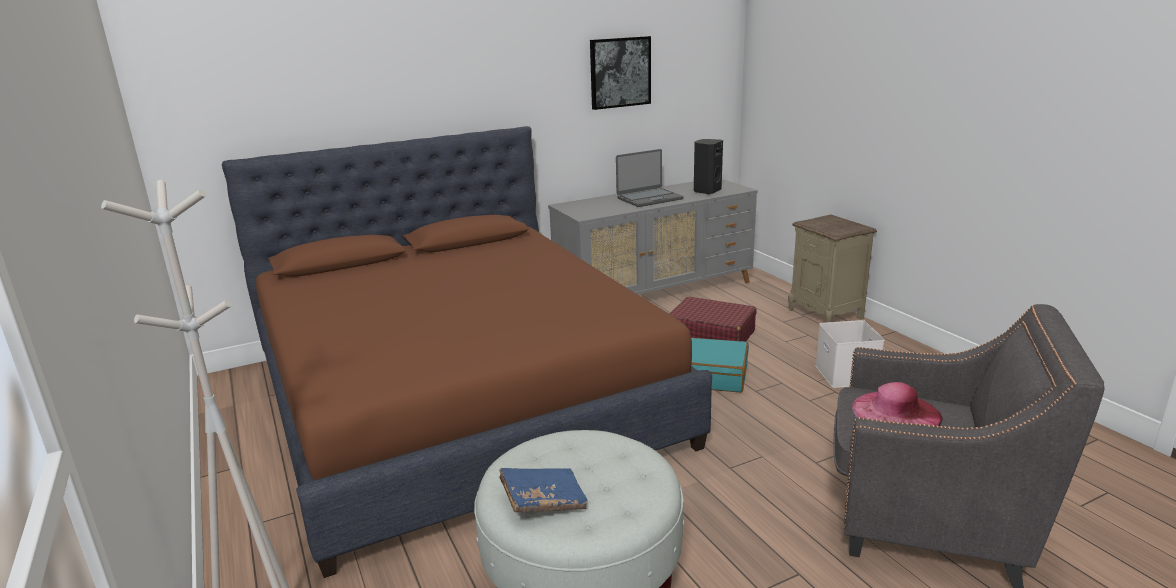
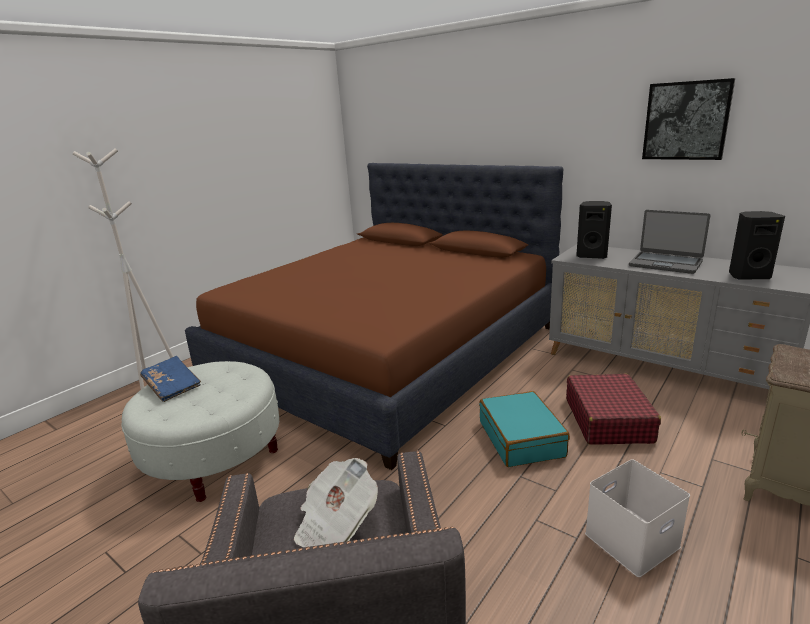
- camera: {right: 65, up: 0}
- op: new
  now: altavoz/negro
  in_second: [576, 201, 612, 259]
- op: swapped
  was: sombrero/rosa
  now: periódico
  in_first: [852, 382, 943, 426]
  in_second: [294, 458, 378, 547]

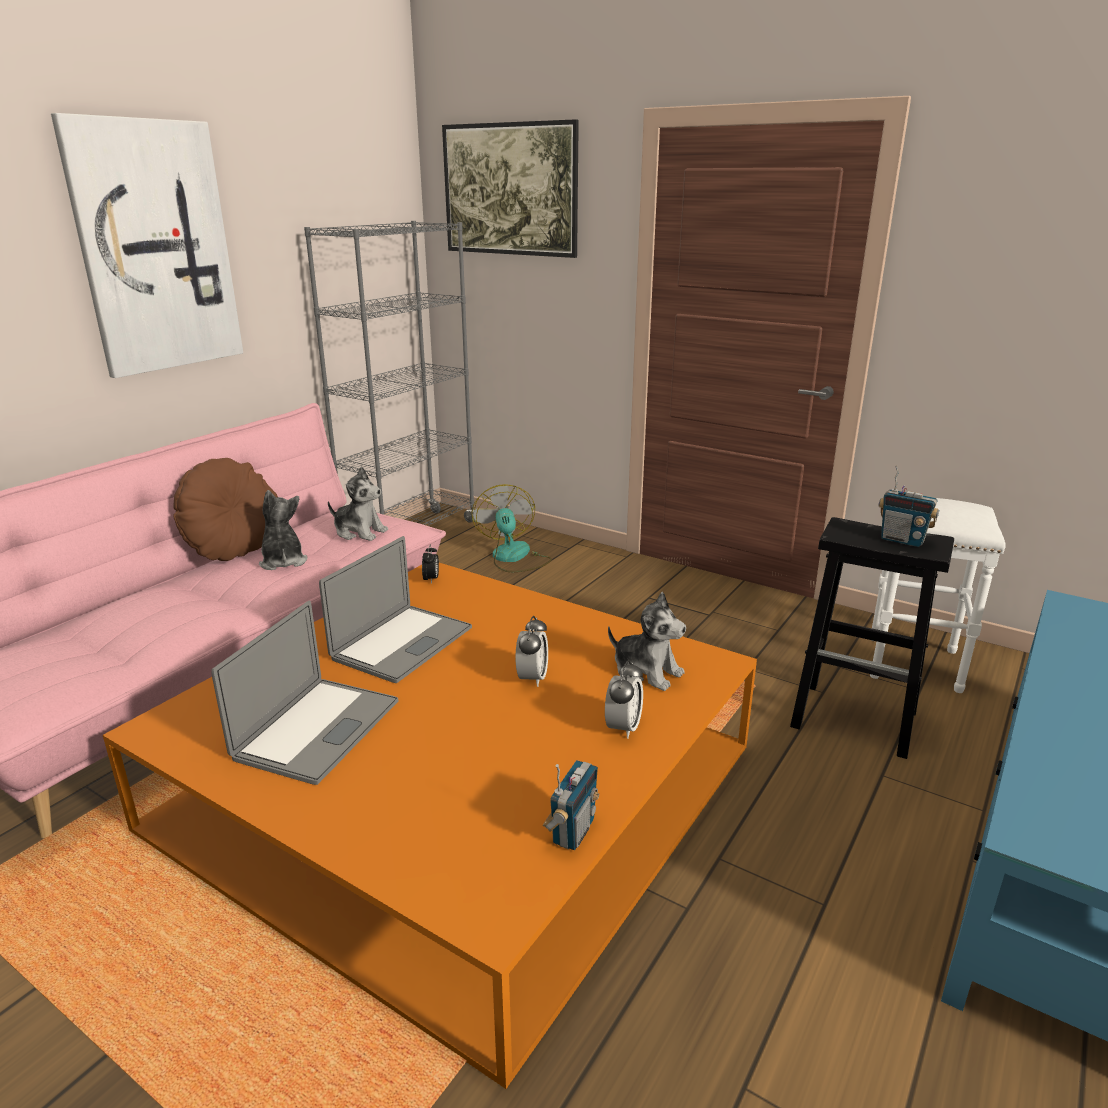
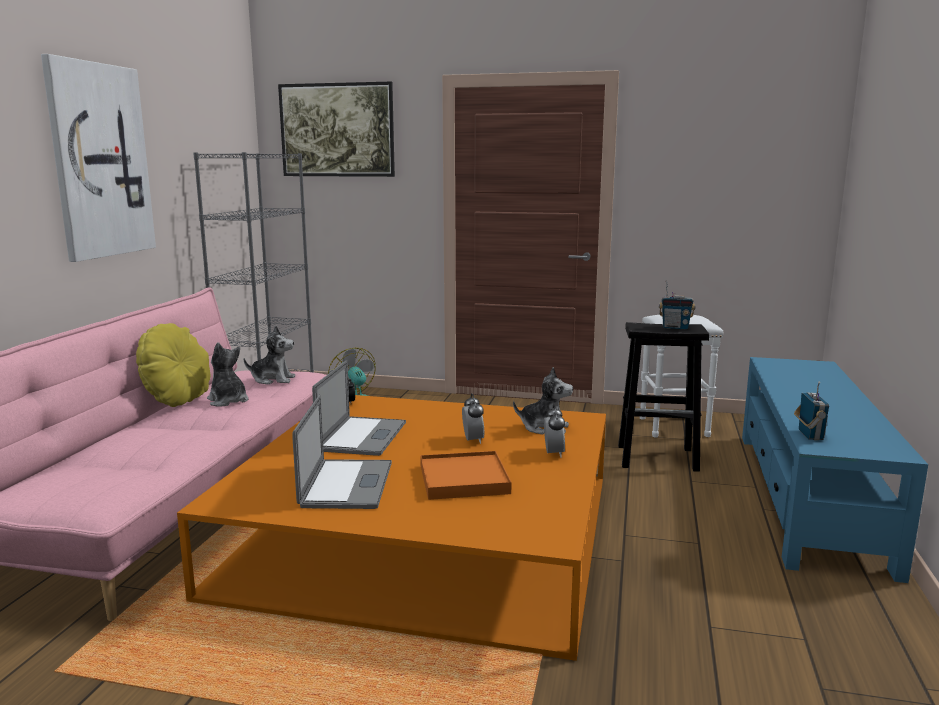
- camera: {right: -20, up: -10}
- op: new
  now: bandeja/naranja
  in_second: [420, 451, 511, 500]
- op: shifted
  was: radio
  in_first: [543, 760, 599, 850]
  in_second: [794, 382, 829, 440]
- op: repainted
  was: cojín/marrón
  now: cojín/amarillo
  in_first: [173, 458, 278, 561]
  in_second: [136, 323, 210, 407]

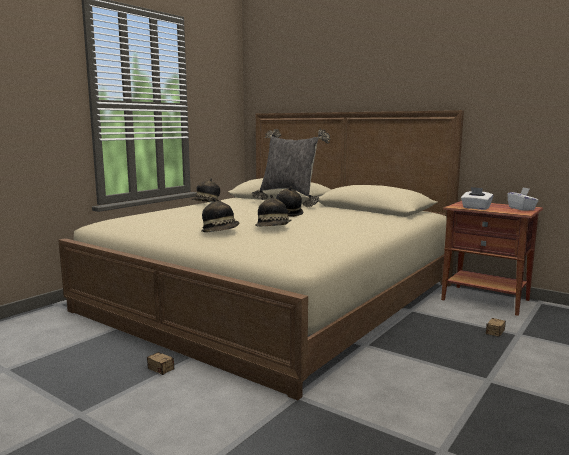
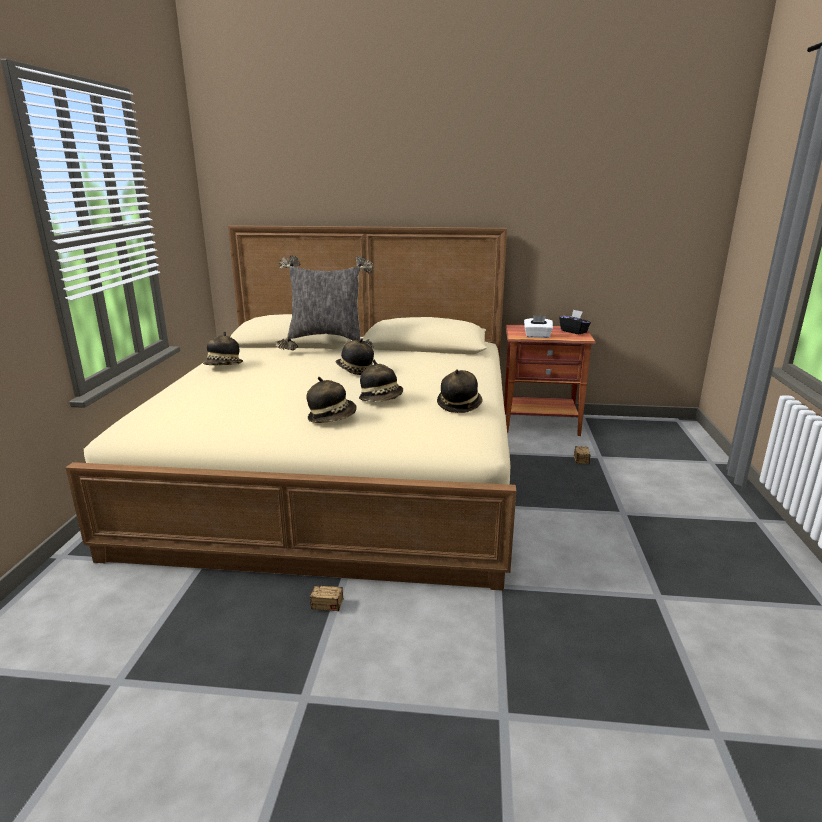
- camera: {right: -30, up: 10}
- op: new
  now: sombrero
  in_second: [437, 369, 483, 413]
- op: repainted
  was: caja de pañuelos/blanco
  now: caja de pañuelos/negro
  in_first: [507, 187, 539, 211]
  in_second: [559, 310, 591, 334]

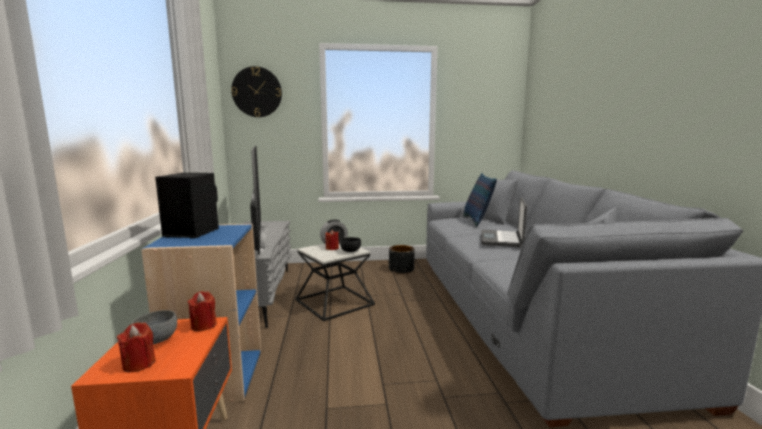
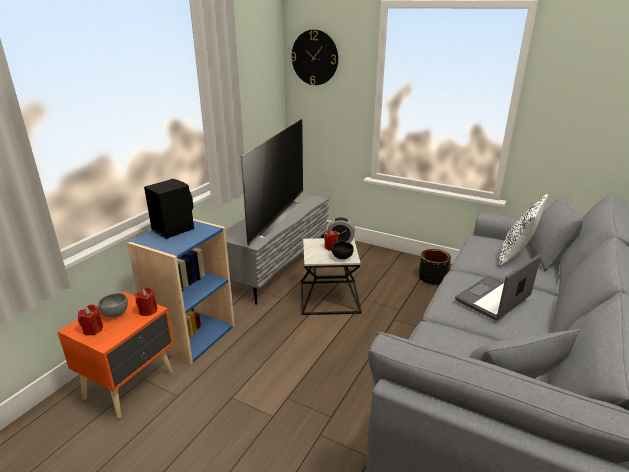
- camera: {right: 35, up: 15}
- op: repainted
  was: cojín/azul
  now: cojín/blanco
  in_first: [464, 173, 497, 226]
  in_second: [498, 194, 548, 266]

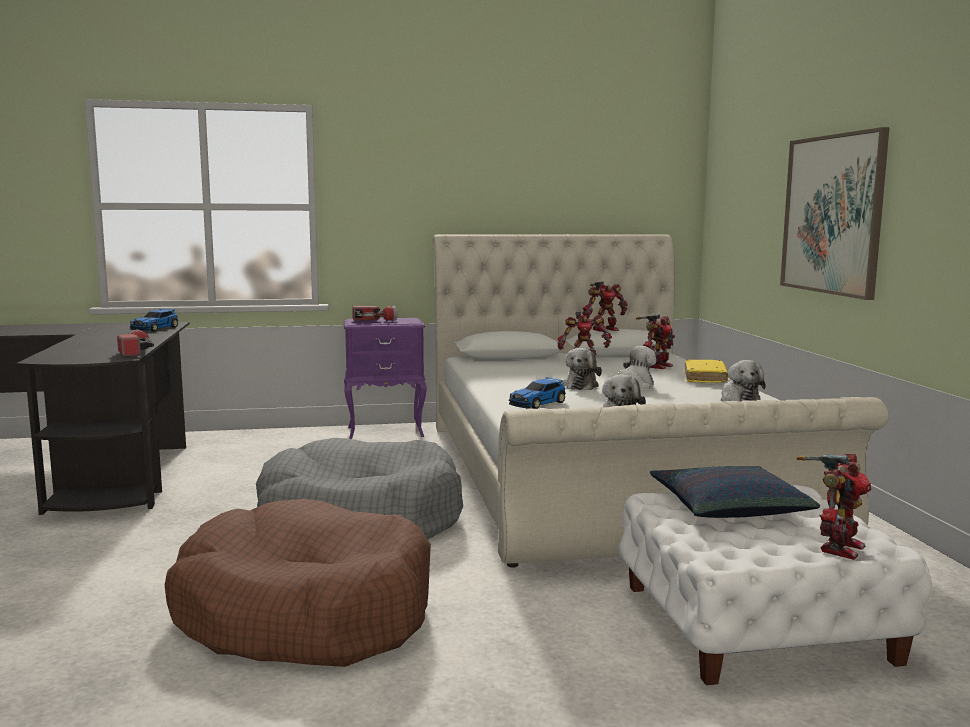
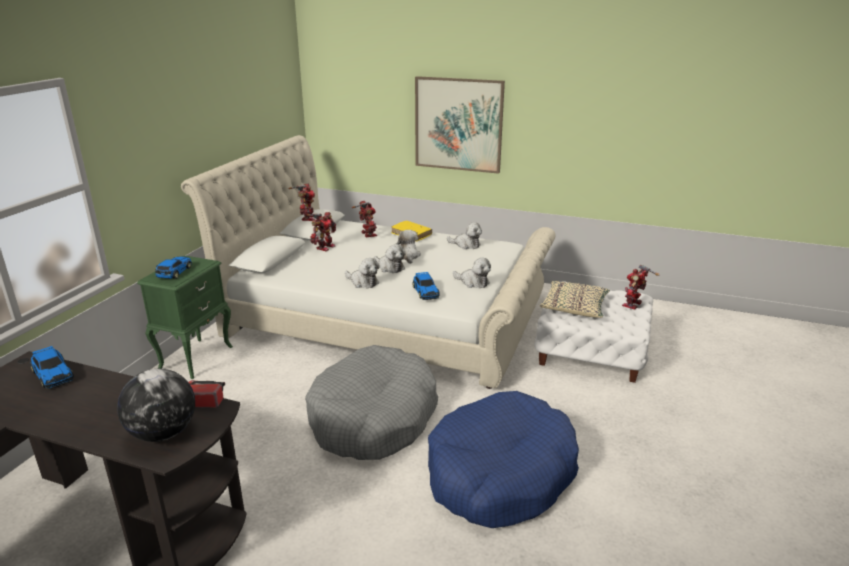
- camera: {right: -60, up: 15}
- op: new
  now: globo terráqueo
  in_second: [117, 369, 195, 442]
- op: new
  now: peluche
  in_second: [345, 258, 379, 289]
- op: swapped
  was: linterna
  now: coche de juguete
  in_first: [352, 306, 398, 321]
  in_second: [155, 256, 192, 279]
- op: repainted
  was: cama para perro/marrón
  now: cama para perro/azul
  in_first: [165, 499, 431, 667]
  in_second: [428, 391, 579, 528]
- op: repainted
  was: mesita de noche/morado
  now: mesita de noche/verde
  in_first: [344, 318, 427, 439]
  in_second: [137, 256, 233, 379]
- op: repainted
  was: cojín/azul
  now: cojín/beis
  in_first: [650, 466, 820, 518]
  in_second: [540, 281, 610, 318]
- op: rotated
  was: robot de juguete
  in_first: [797, 454, 871, 560]
  in_second: [622, 265, 660, 310]
  clockwise: -120

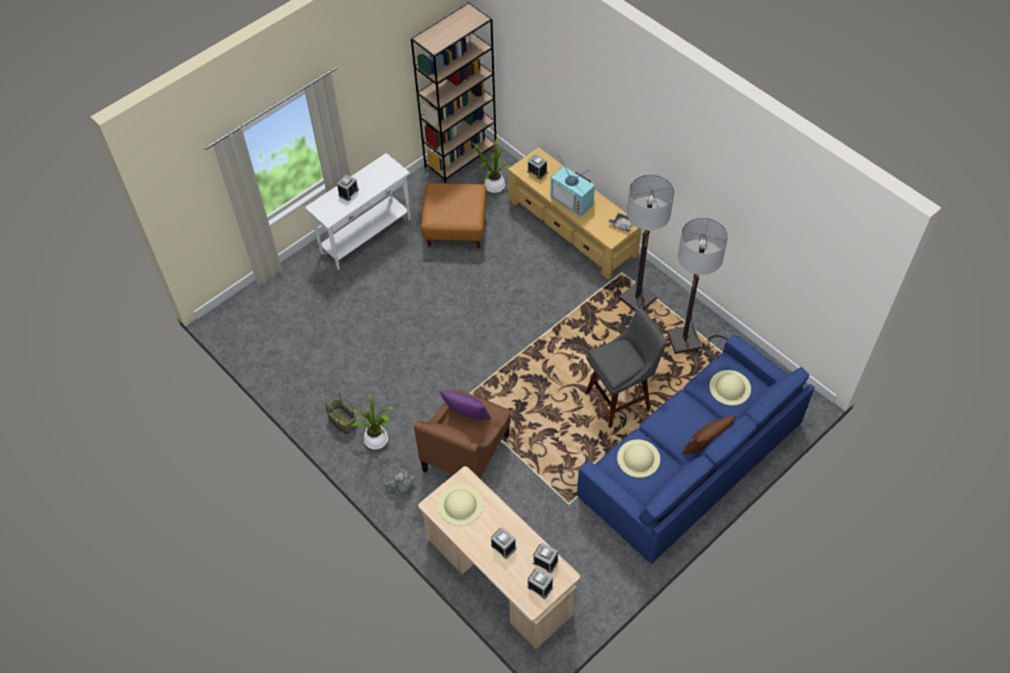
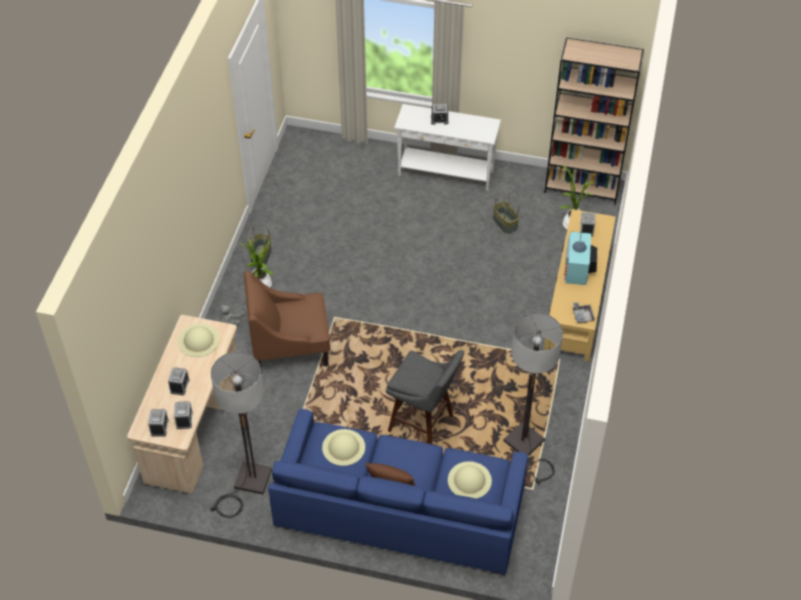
- camera: {right: 55, up: -5}
- op: gone
  was: cojín/morado
  in_first: [439, 390, 491, 420]
- op: shifted
  was: lámpara de pie
  in_first: [619, 175, 674, 331]
  in_second: [210, 352, 272, 518]
- op: swapped
  was: puf/marrón
  now: cesta
  in_first: [421, 183, 487, 248]
  in_second: [493, 192, 520, 234]

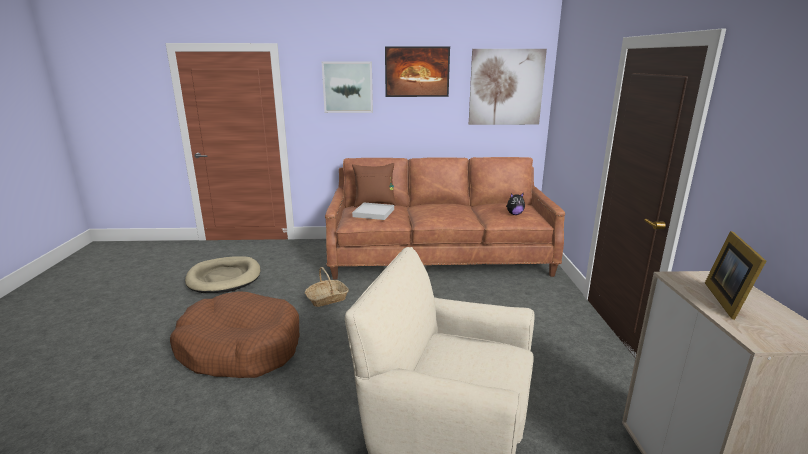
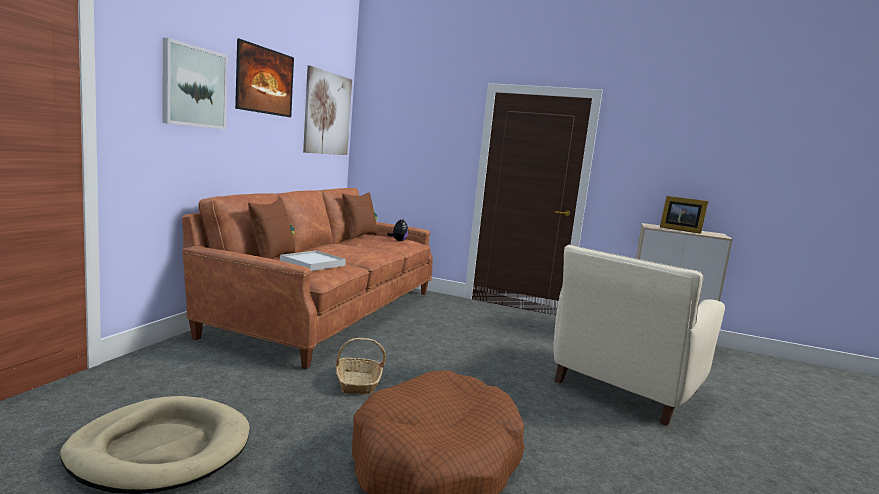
- camera: {right: -70, up: -10}
- op: new
  now: cojín/marrón
  in_second: [342, 192, 378, 240]

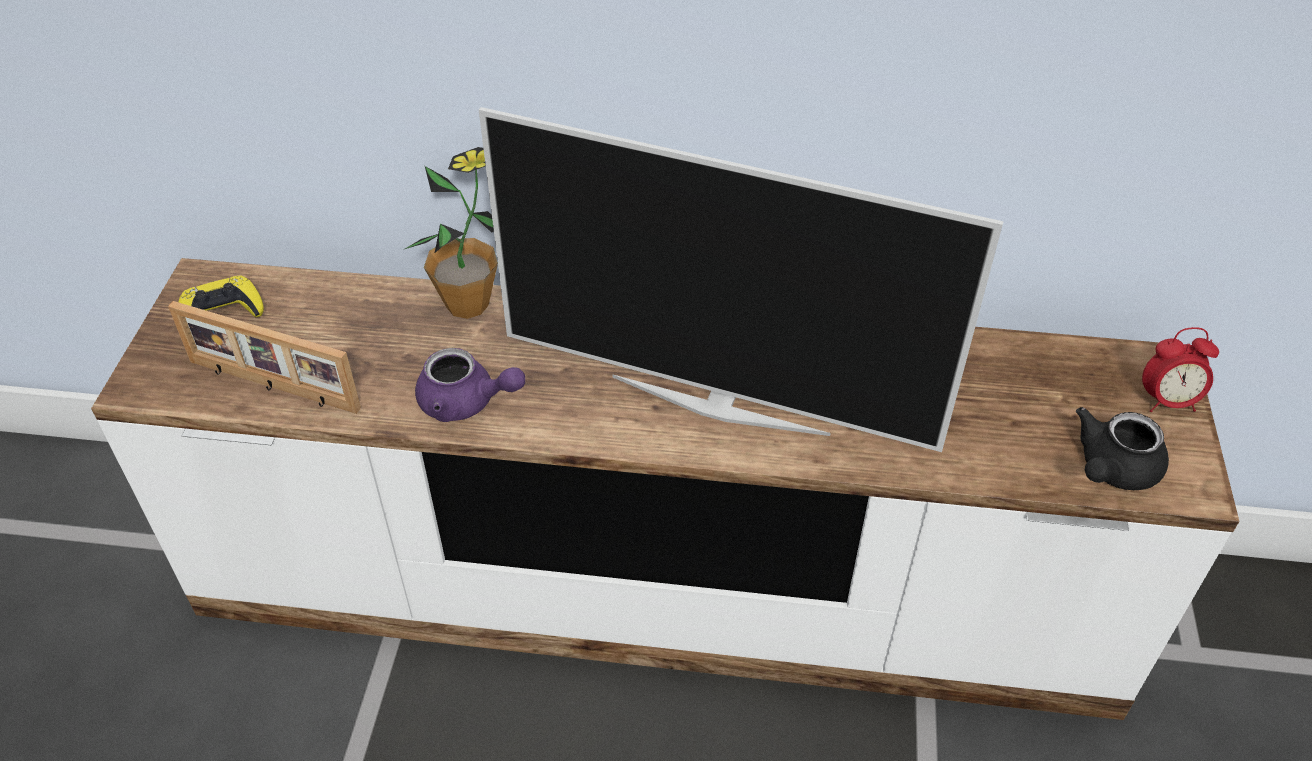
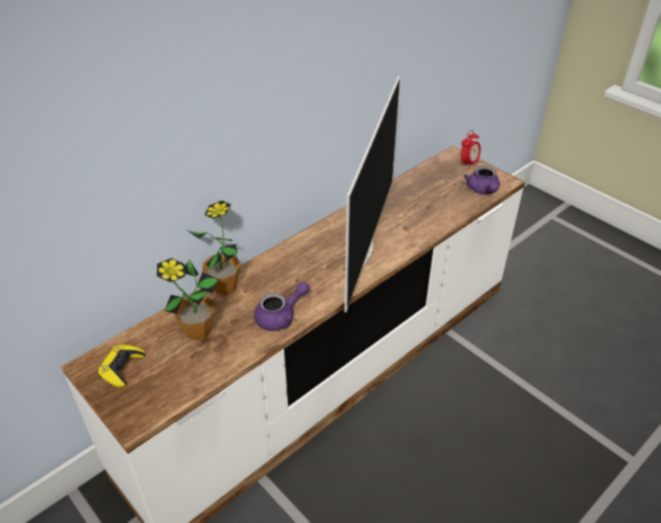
- camera: {right: -50, up: -5}
- op: gone
  was: portarretratos
  in_first: [168, 301, 361, 414]
- op: new
  now: planta en maceta
  in_second: [157, 258, 218, 341]
- op: repainted
  was: tetera/negro
  now: tetera/morado
  in_first: [1076, 407, 1169, 490]
  in_second: [464, 166, 500, 194]
- op: rotated
  was: televisor
  in_first: [479, 107, 1004, 452]
  in_second: [344, 76, 400, 312]
  clockwise: -45

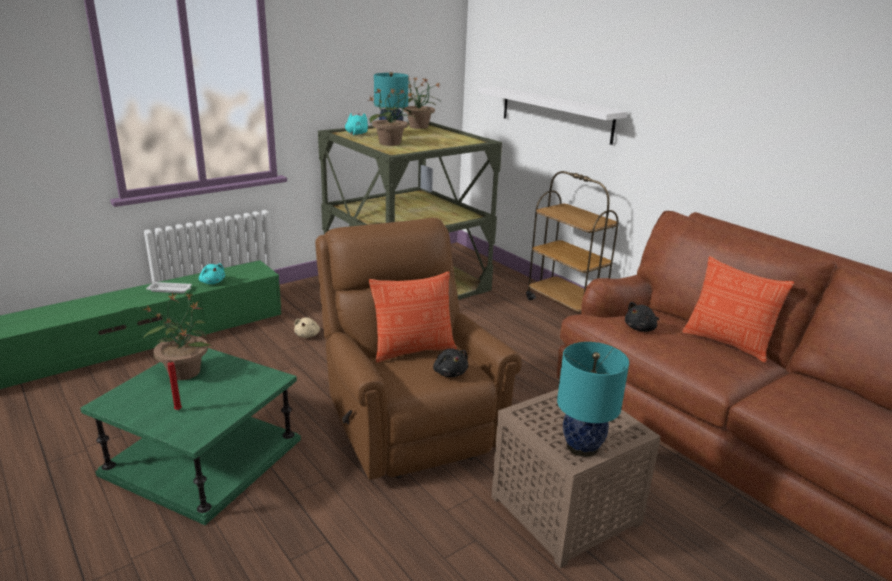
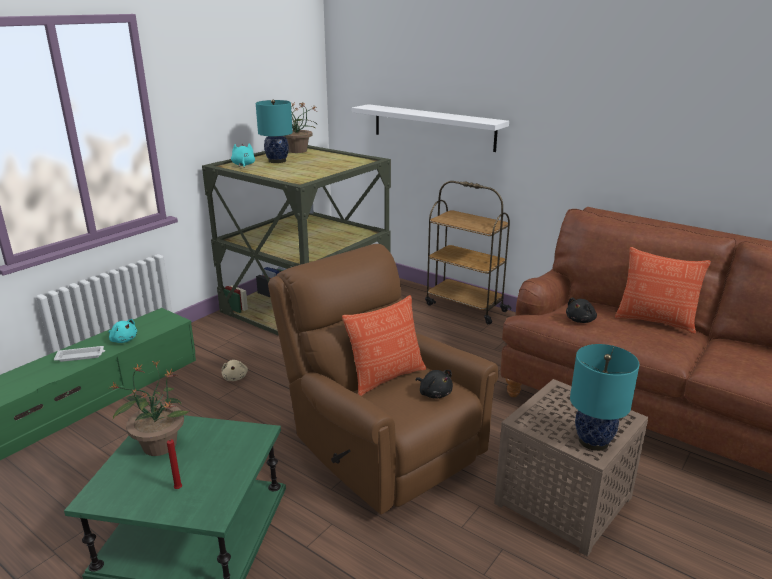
- camera: {right: -15, up: 0}
- op: gone
  was: planta en maceta
  in_first: [368, 88, 416, 146]

